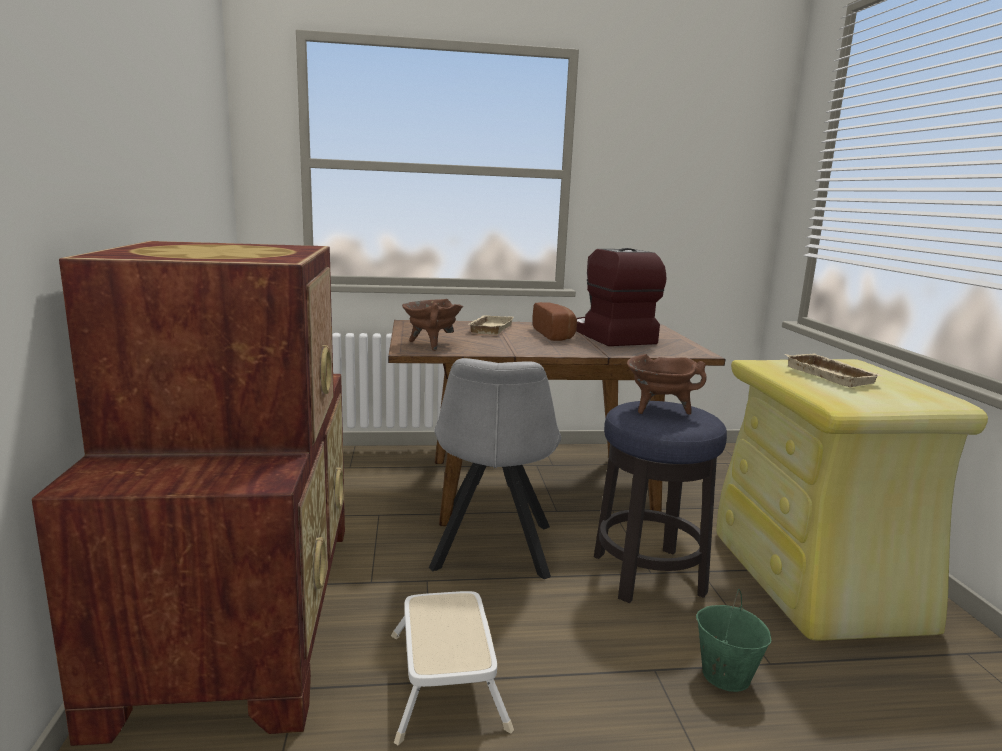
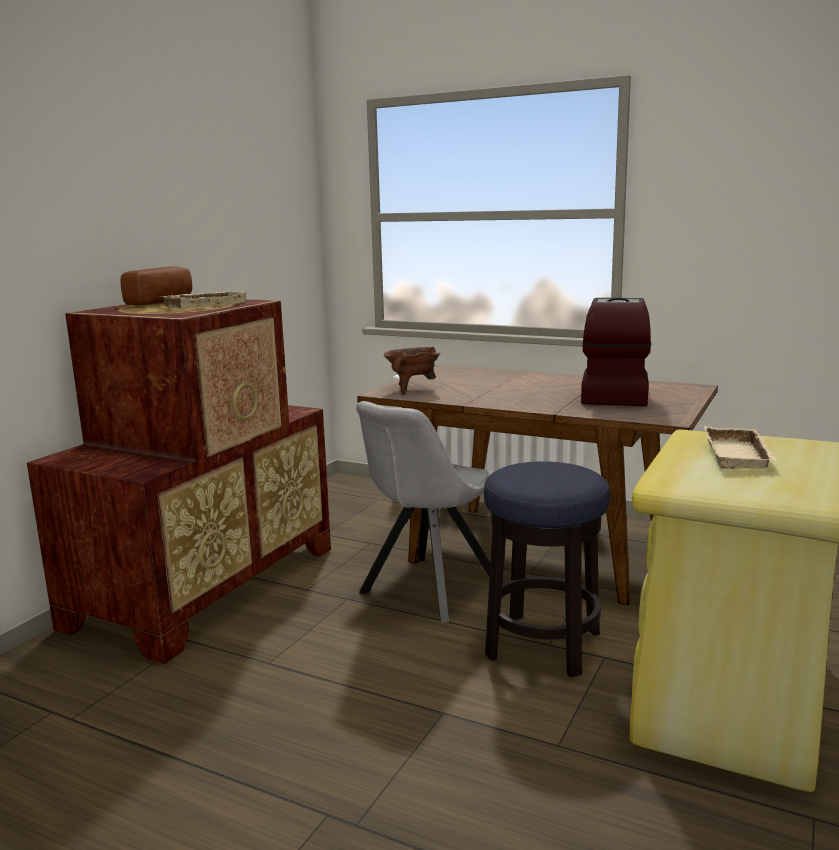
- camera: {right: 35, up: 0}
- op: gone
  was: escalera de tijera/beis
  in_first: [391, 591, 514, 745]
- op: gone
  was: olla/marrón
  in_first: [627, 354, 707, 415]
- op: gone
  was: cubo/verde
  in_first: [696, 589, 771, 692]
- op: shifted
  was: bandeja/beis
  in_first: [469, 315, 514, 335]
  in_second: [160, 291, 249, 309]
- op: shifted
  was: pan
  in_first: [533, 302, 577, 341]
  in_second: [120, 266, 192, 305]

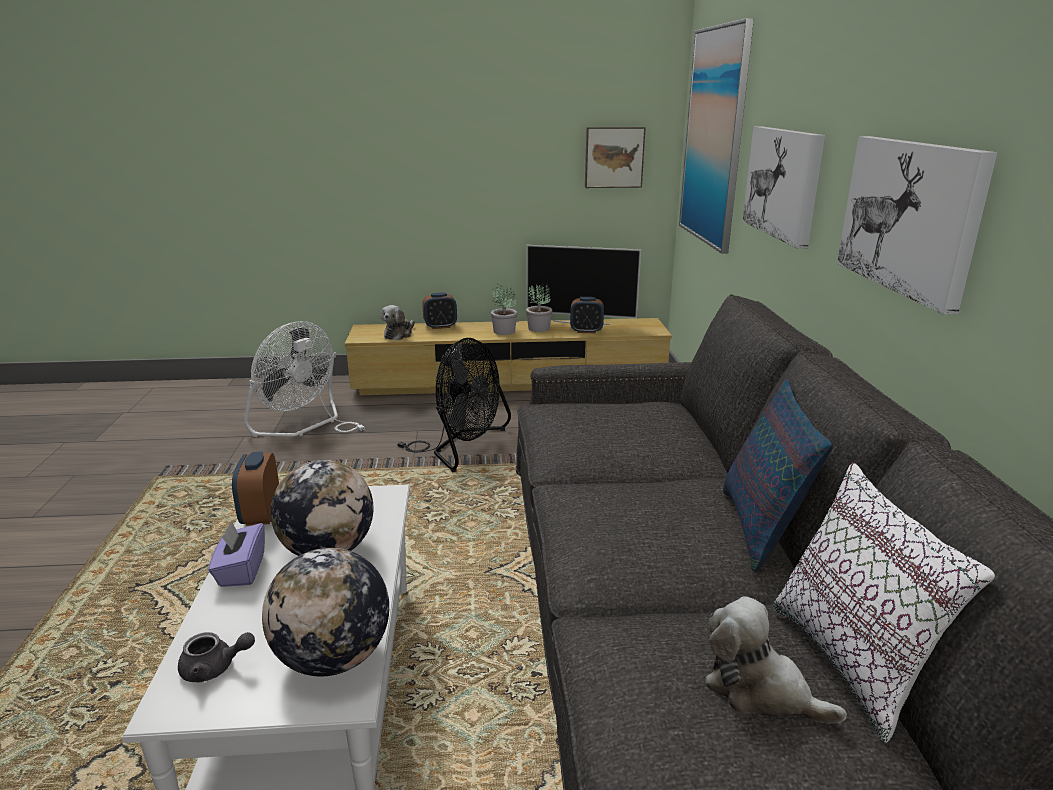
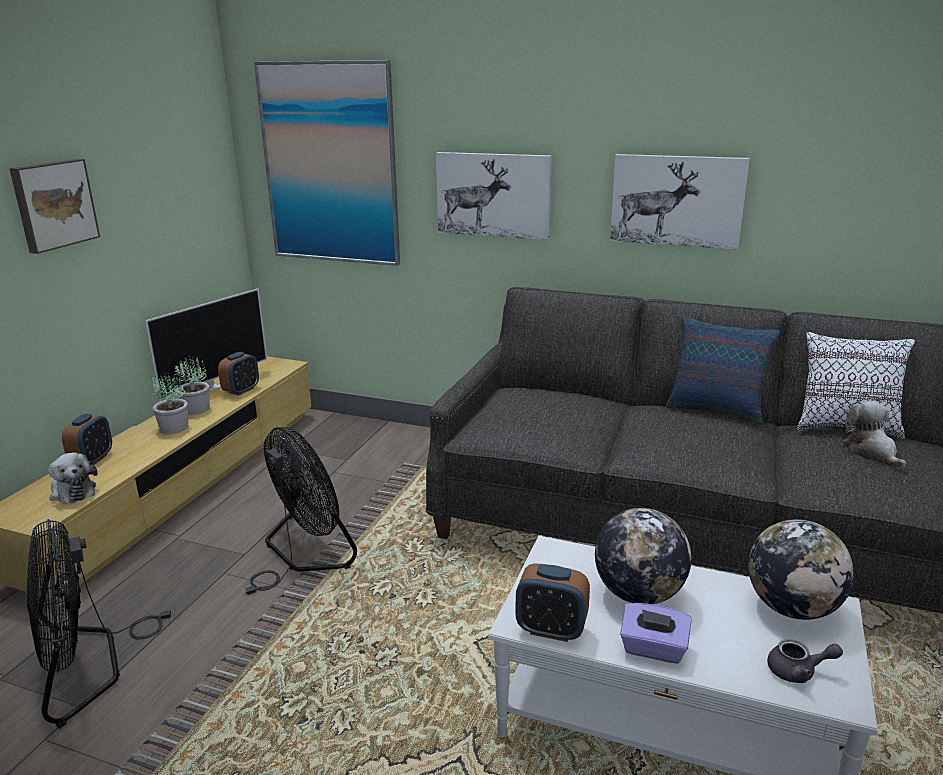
- camera: {right: -65, up: 0}
- op: shifted
  was: cuadro
  in_first: [585, 127, 646, 188]
  in_second: [9, 159, 100, 254]
- op: repainted
  was: ventilador/blanco
  now: ventilador/negro
  in_first: [244, 321, 365, 437]
  in_second: [26, 519, 174, 729]
- op: rotated
  was: tetera/gris
  in_first: [178, 632, 255, 682]
  in_second: [767, 639, 843, 683]
  clockwise: 75
- op: rotated
  was: peluche
  in_first: [705, 597, 847, 724]
  in_second: [843, 401, 906, 470]
  clockwise: 105

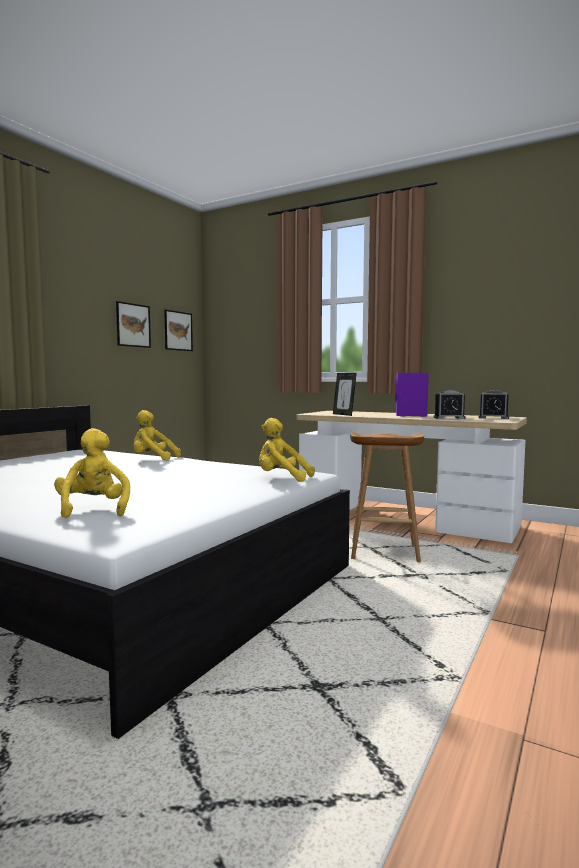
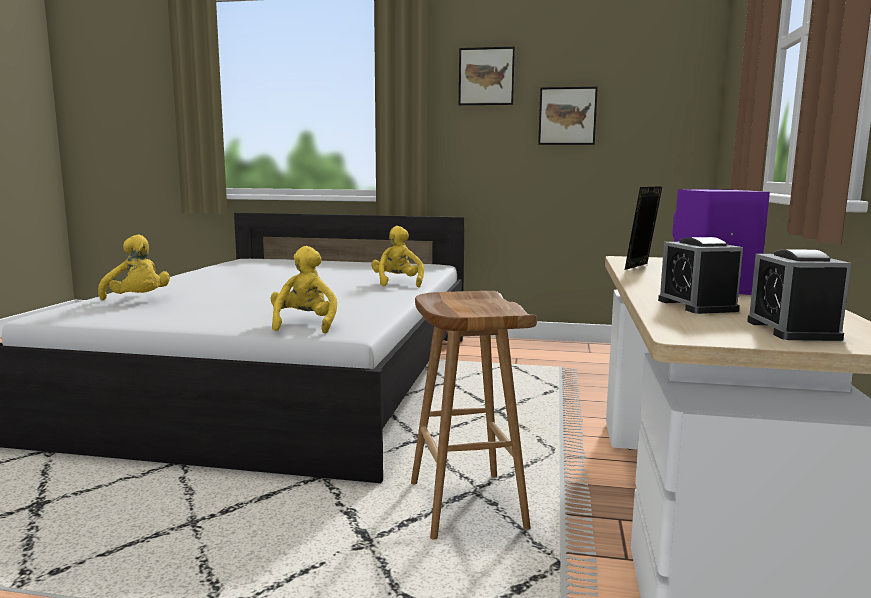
- camera: {right: 70, up: 5}
- op: shifted
  was: cuadro
  in_first: [164, 310, 193, 351]
  in_second: [459, 47, 515, 105]
- op: rotated
  was: peluche/amarillo
  in_first: [54, 428, 130, 518]
  in_second: [98, 235, 170, 300]
  clockwise: 75

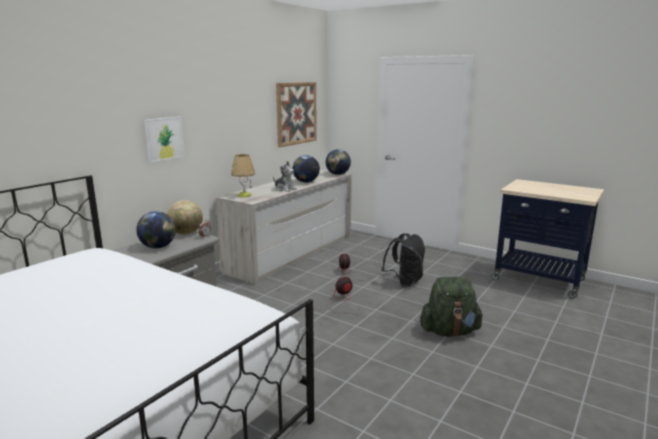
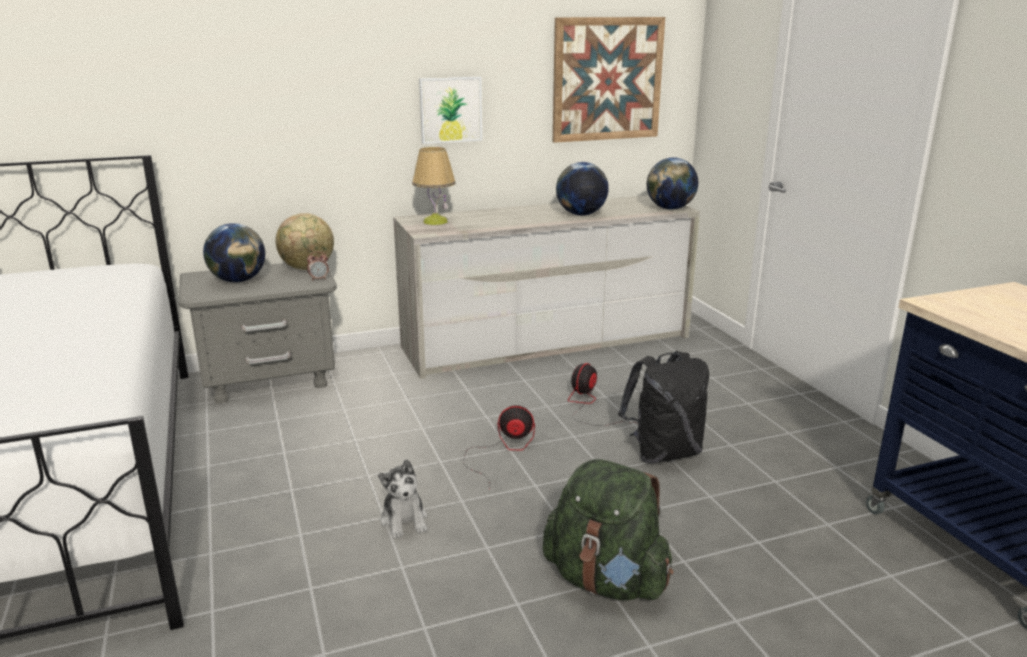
- camera: {right: 35, up: 5}
- op: shifted
  was: cuadro
  in_first: [144, 117, 184, 162]
  in_second: [419, 77, 482, 144]
- op: shifted
  was: peluche
  in_first: [273, 161, 297, 192]
  in_second: [378, 459, 427, 539]

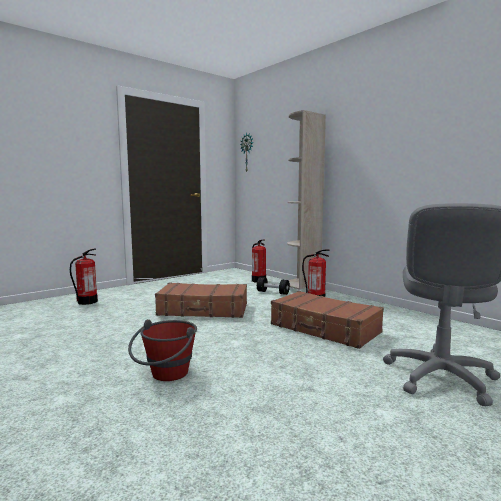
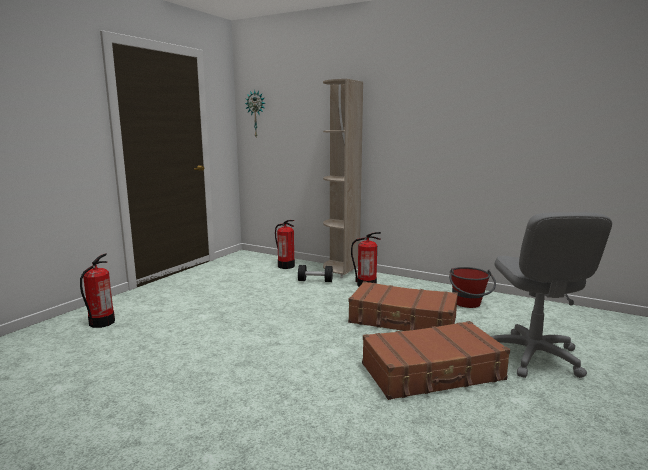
- camera: {right: -20, up: 5}
- op: shifted
  was: cubo/rojo
  in_first: [128, 319, 197, 381]
  in_second: [449, 267, 496, 308]
- op: shifted
  was: maleta/marrón
  in_first: [155, 283, 247, 318]
  in_second: [362, 321, 510, 400]

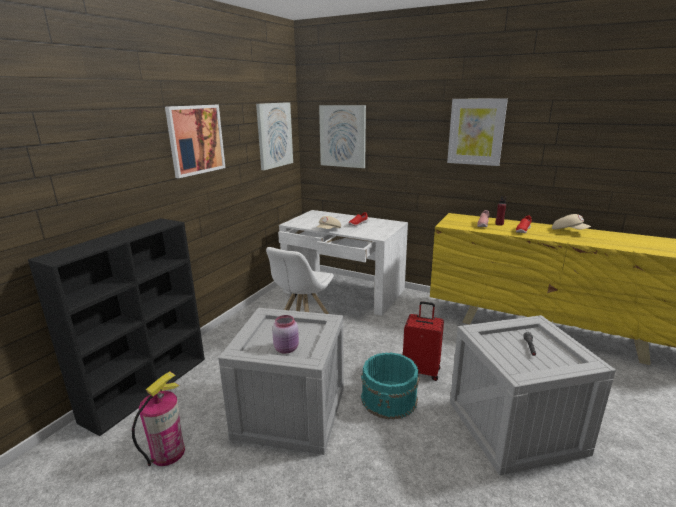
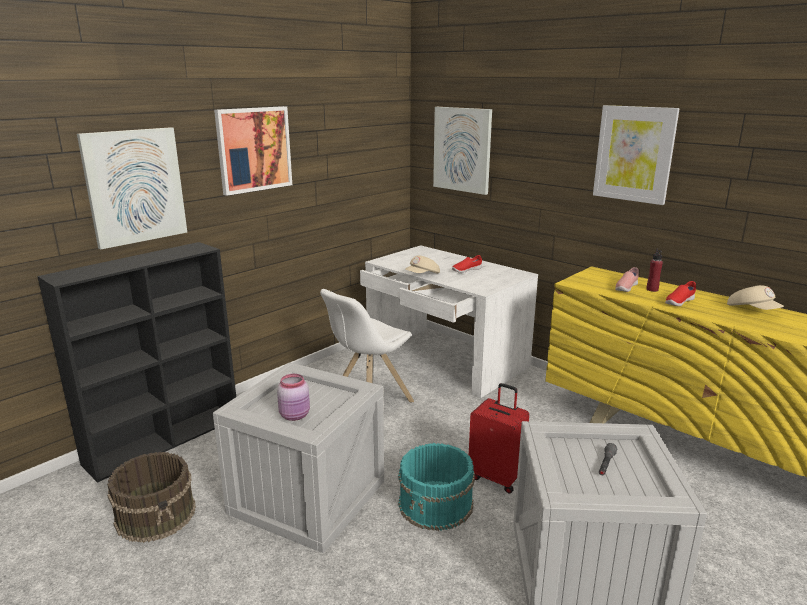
- camera: {right: 15, up: 0}
- op: shifted
  was: cuadro
  in_first: [256, 102, 293, 170]
  in_second: [77, 127, 187, 249]
- op: swapped
  was: extintor
  now: cubo/marrón
  in_first: [132, 372, 185, 466]
  in_second: [107, 452, 196, 543]

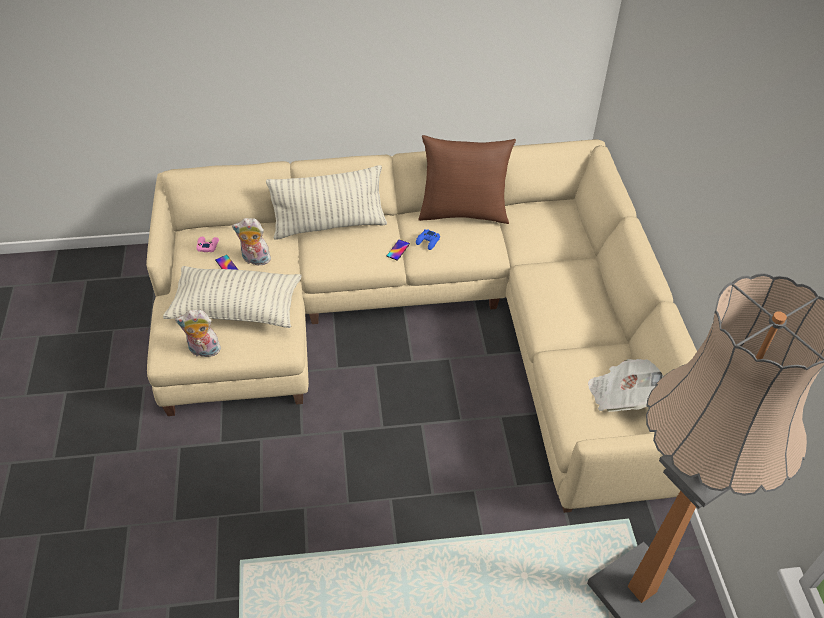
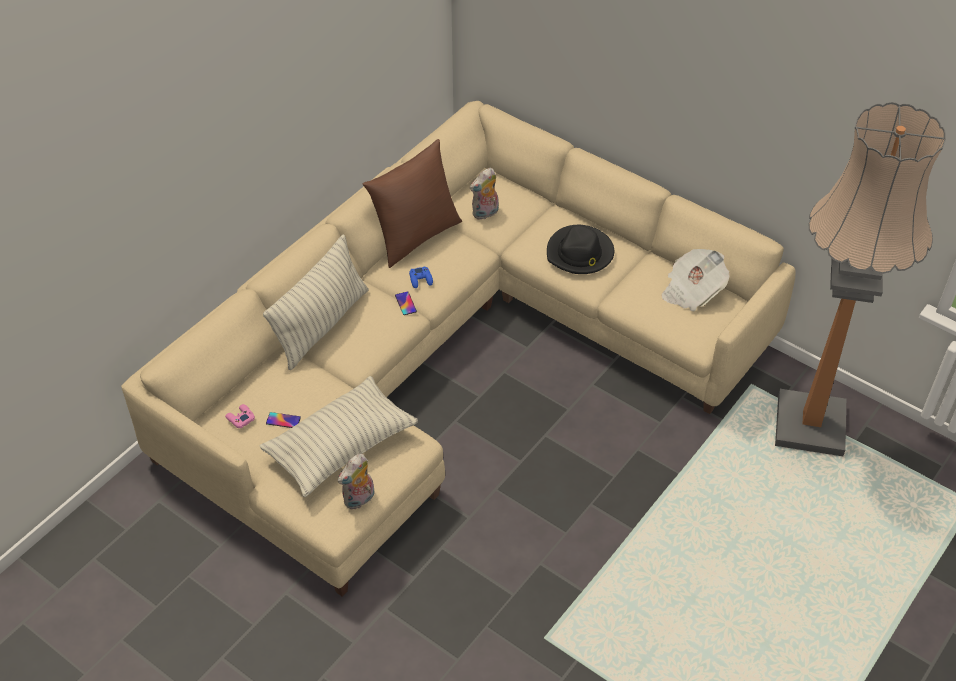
- camera: {right: -45, up: 0}
- op: new
  now: sombrero/negro
  in_second: [547, 225, 614, 274]
- op: shifted
  was: peluche
  in_first: [232, 218, 274, 266]
  in_second: [470, 168, 499, 220]

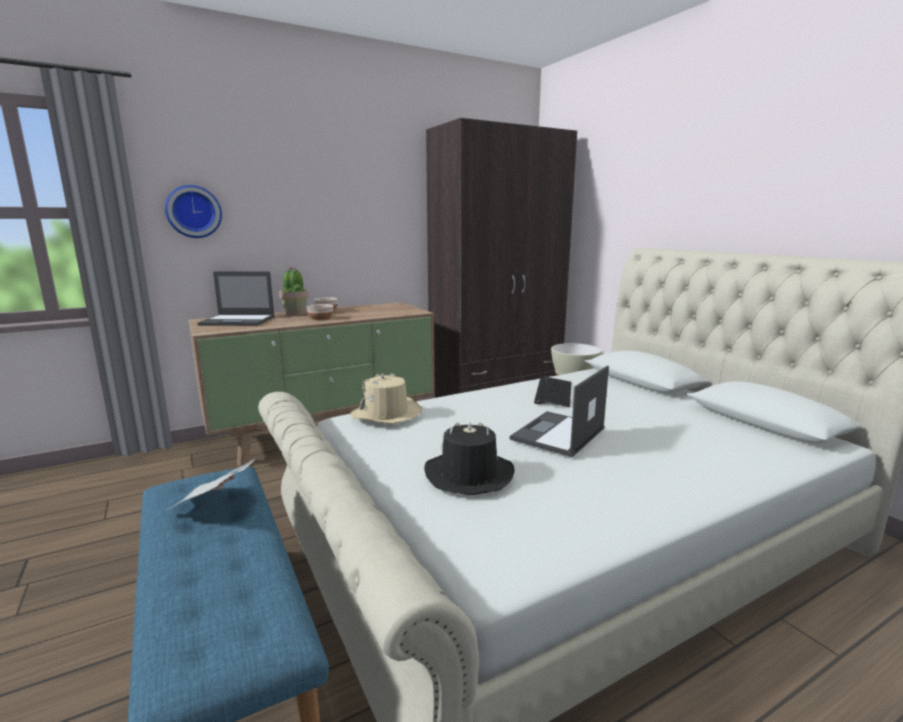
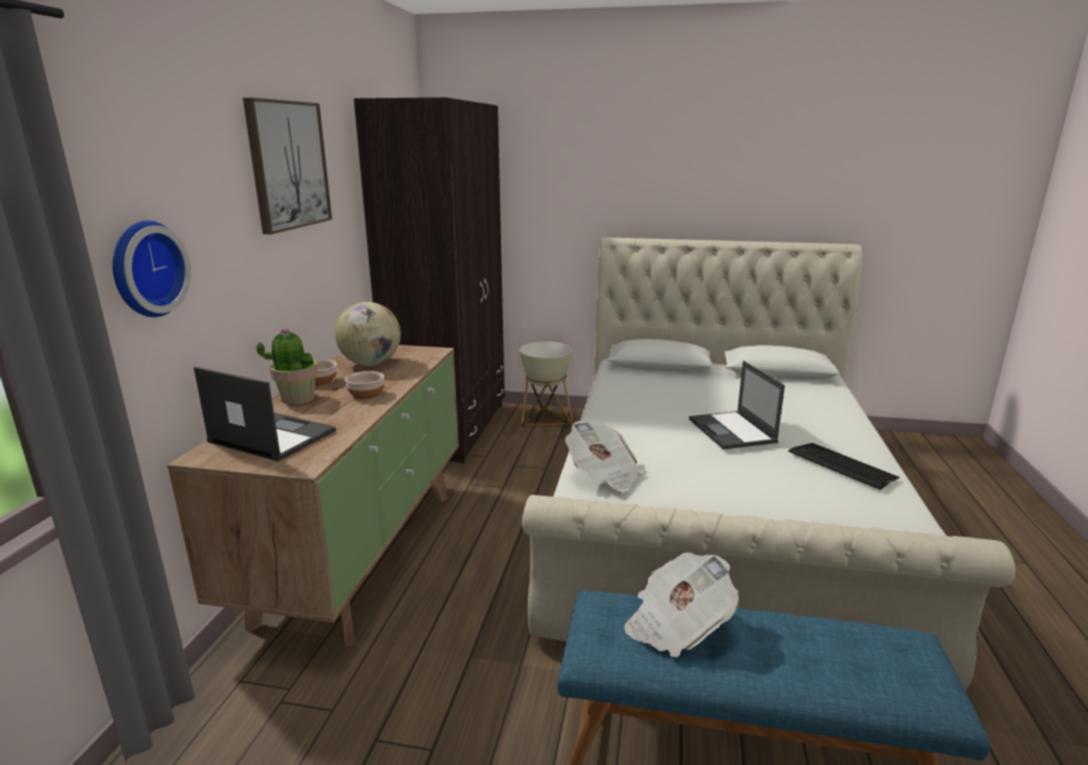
- camera: {right: -50, up: 5}
- op: gone
  was: sombrero/negro
  in_first: [424, 423, 515, 495]
- op: new
  now: cuadro
  in_second: [243, 98, 332, 234]
- op: new
  now: globo terráqueo
  in_second: [335, 302, 401, 366]
- op: shifted
  was: teclado
  in_first: [534, 377, 572, 407]
  in_second: [789, 443, 900, 490]
- op: swapped
  was: sombrero/beis
  now: periódico
  in_first: [350, 372, 422, 424]
  in_second: [565, 421, 642, 492]
- op: rotated
  was: portátil
  in_first: [197, 272, 275, 326]
  in_second: [194, 367, 336, 461]
  clockwise: -105

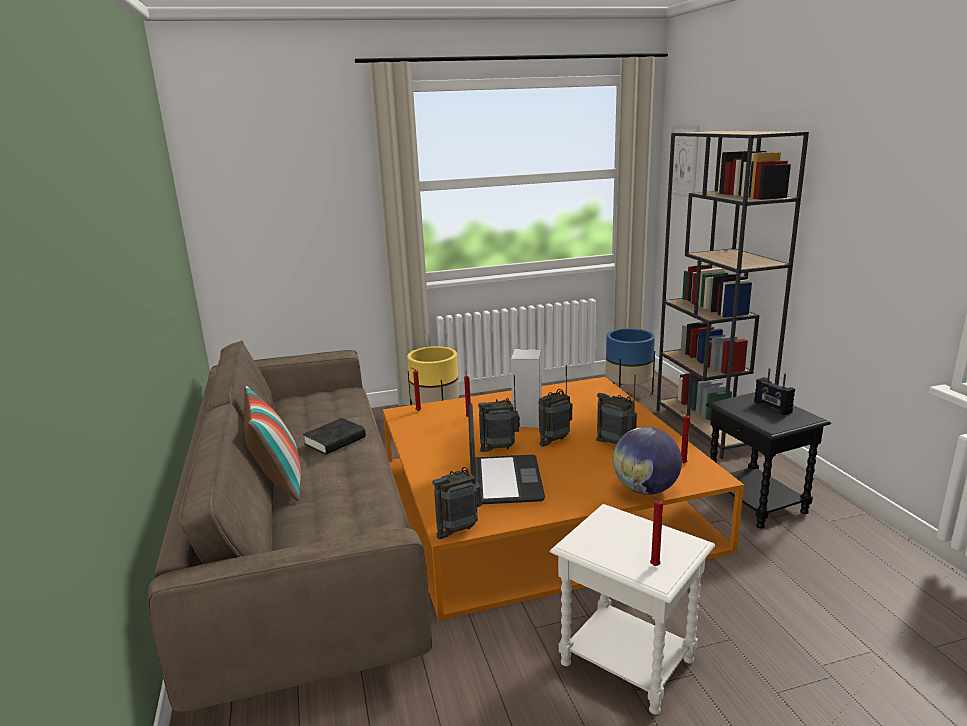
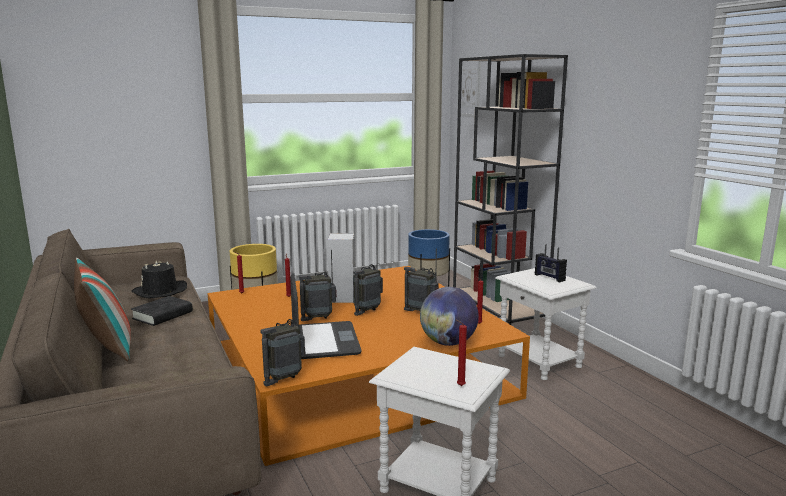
- camera: {right: -10, up: -5}
- op: new
  now: sombrero/negro
  in_second: [131, 261, 187, 299]
- op: repainted
  was: mesa auxiliar/negro
  now: mesa auxiliar/blanco
  in_first: [706, 392, 831, 529]
  in_second: [495, 268, 597, 380]

